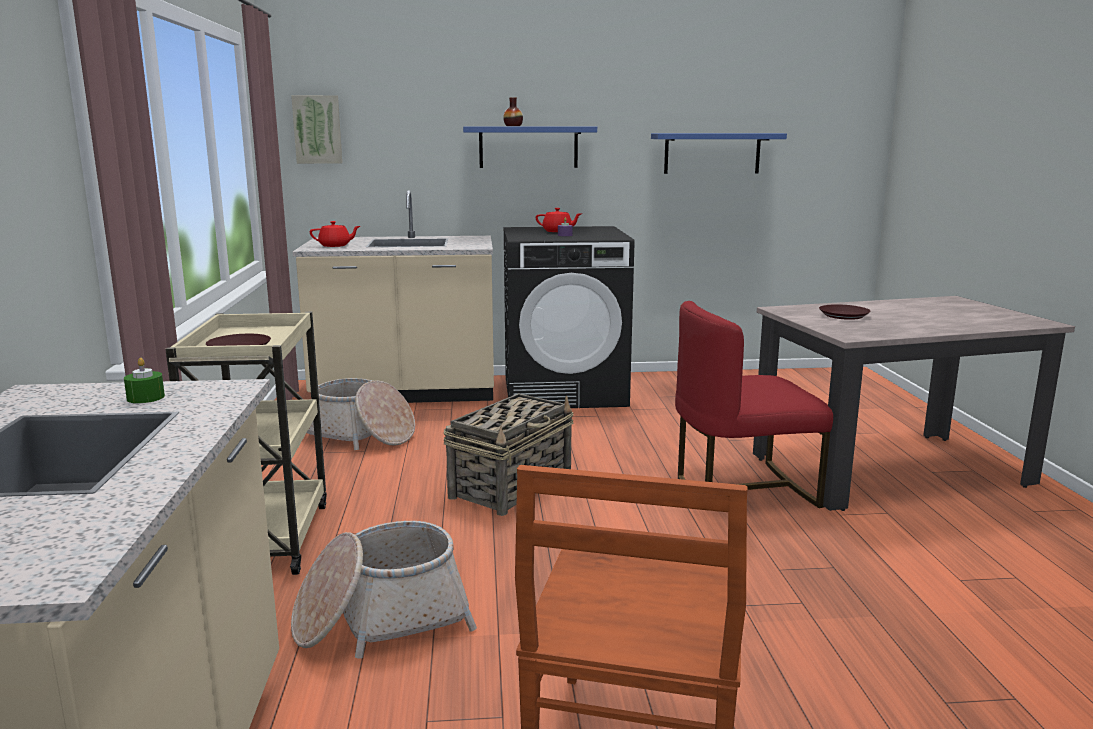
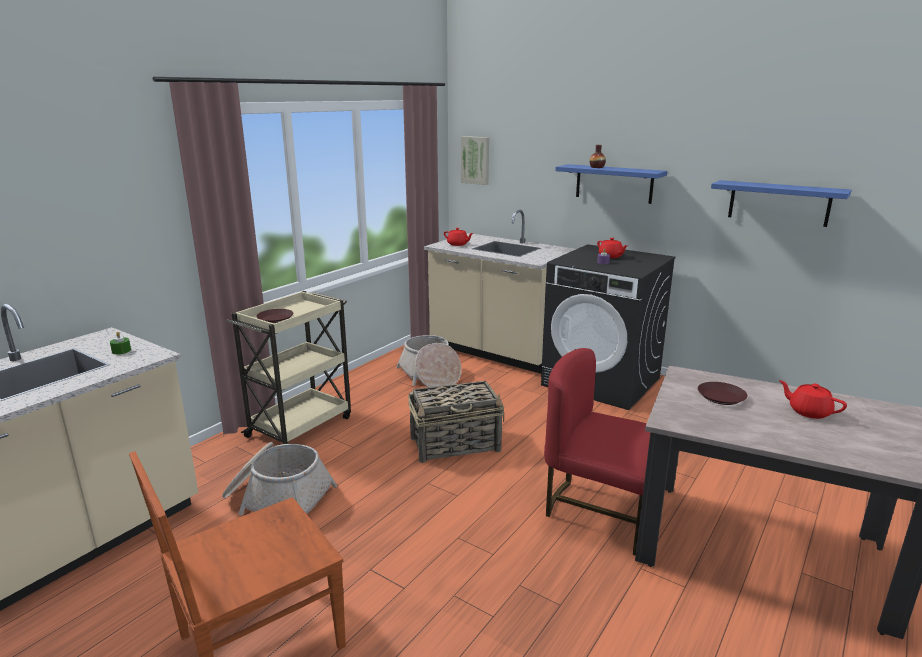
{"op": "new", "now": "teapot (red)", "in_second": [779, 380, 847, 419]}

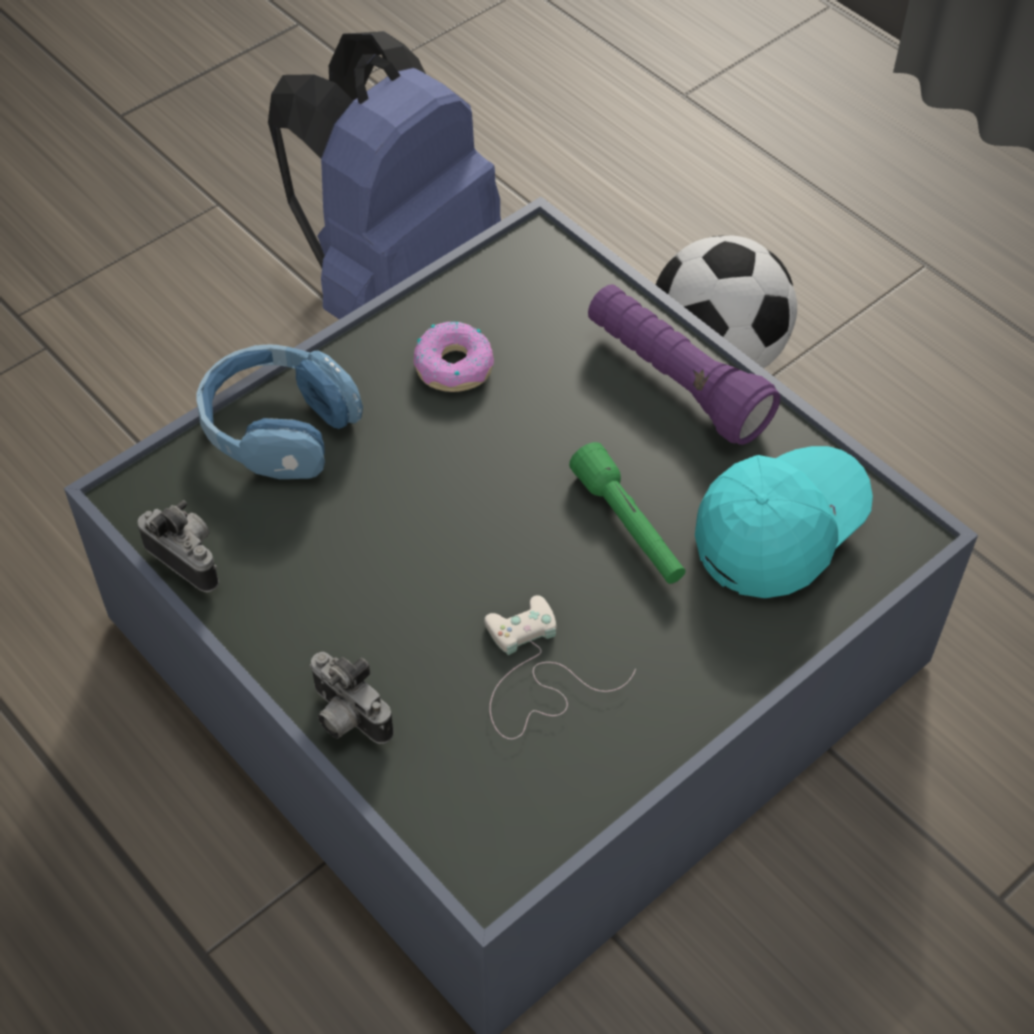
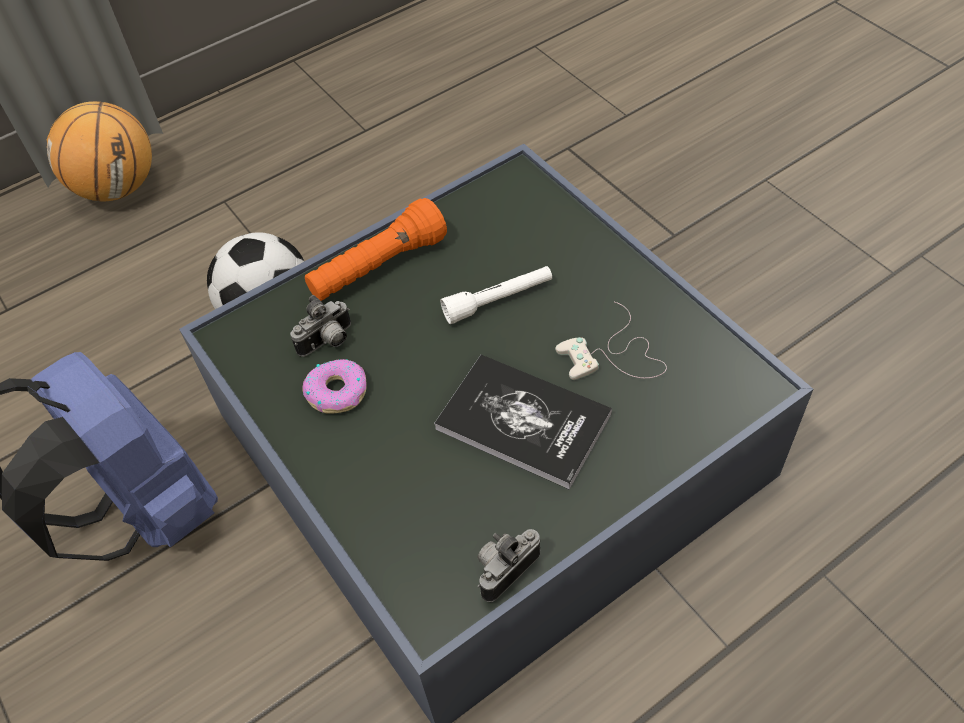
{"op": "new", "now": "basketball", "in_second": [47, 101, 152, 201]}
{"op": "shifted", "was": "photo camera", "in_first": [309, 652, 394, 744], "in_second": [290, 295, 351, 357]}
{"op": "repainted", "was": "flashlight (purple)", "now": "flashlight (orange)", "in_first": [588, 284, 780, 445], "in_second": [305, 198, 447, 301]}
{"op": "new", "now": "book", "in_second": [434, 355, 612, 489]}
{"op": "repainted", "was": "flashlight (green)", "now": "flashlight (white)", "in_first": [569, 442, 686, 584], "in_second": [440, 266, 552, 324]}
{"op": "gone", "was": "headphones (blue)", "in_first": [197, 344, 363, 479]}
{"op": "gone", "was": "cap (turquoise)", "in_first": [695, 446, 873, 598]}

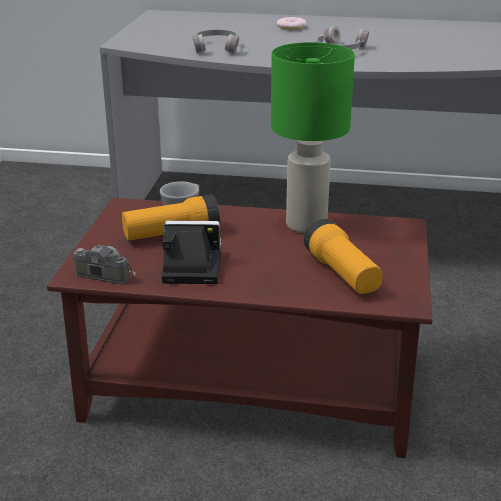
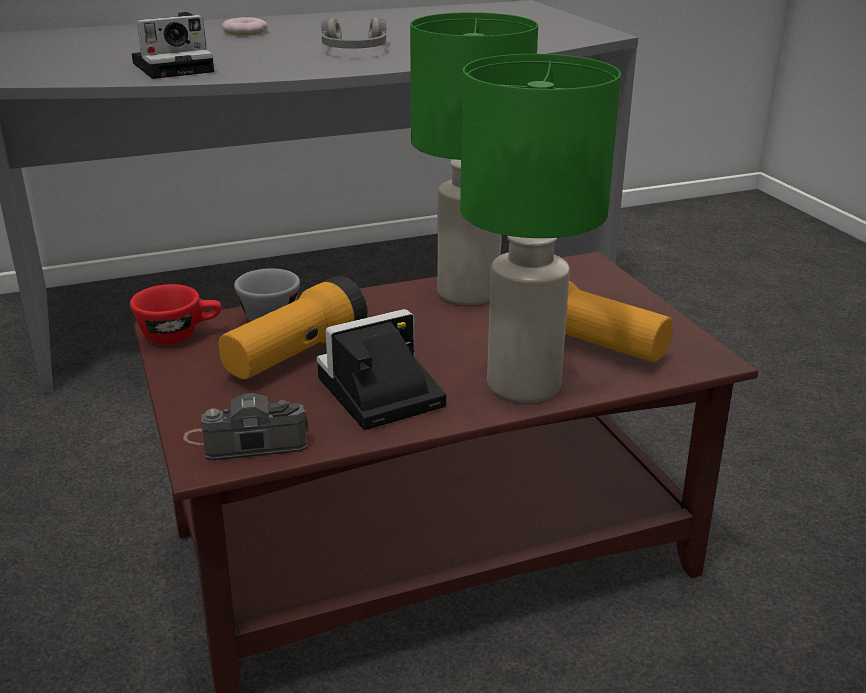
{"op": "new", "now": "cup (red)", "in_second": [130, 284, 222, 344]}
{"op": "swapped", "was": "headphones (grey)", "now": "photo camera", "in_first": [193, 30, 239, 53], "in_second": [132, 12, 214, 79]}
{"op": "new", "now": "table lamp (green)", "in_second": [460, 54, 621, 402]}

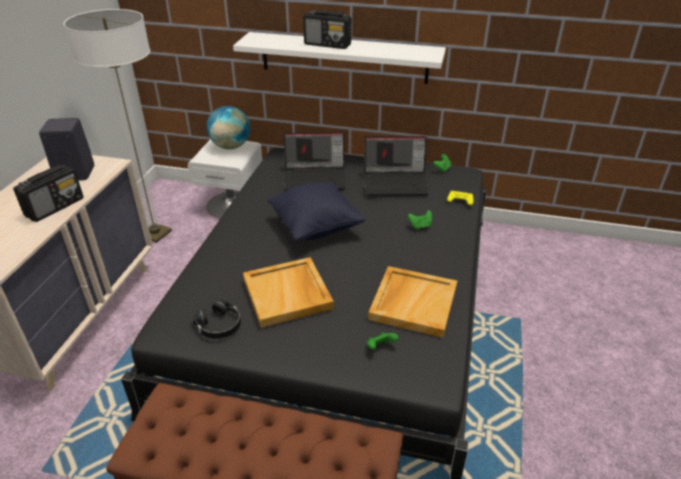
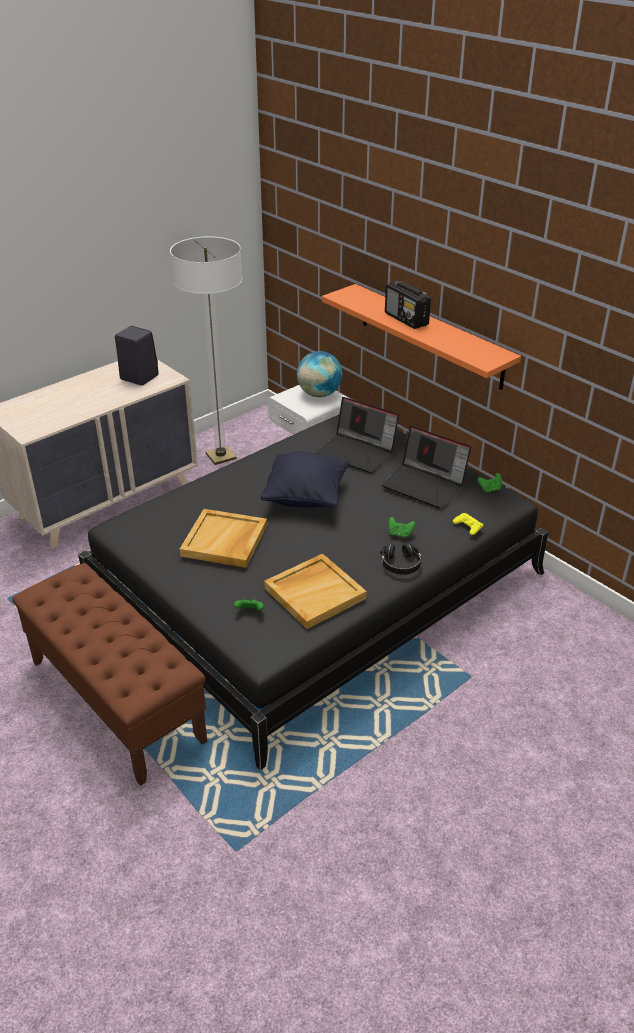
{"op": "repainted", "was": "shelf (white)", "now": "shelf (orange)", "in_first": [233, 32, 446, 84], "in_second": [322, 284, 521, 390]}
{"op": "shifted", "was": "headphones (black)", "in_first": [192, 300, 241, 339], "in_second": [381, 544, 421, 575]}
{"op": "gone", "was": "radio", "in_first": [13, 165, 83, 222]}

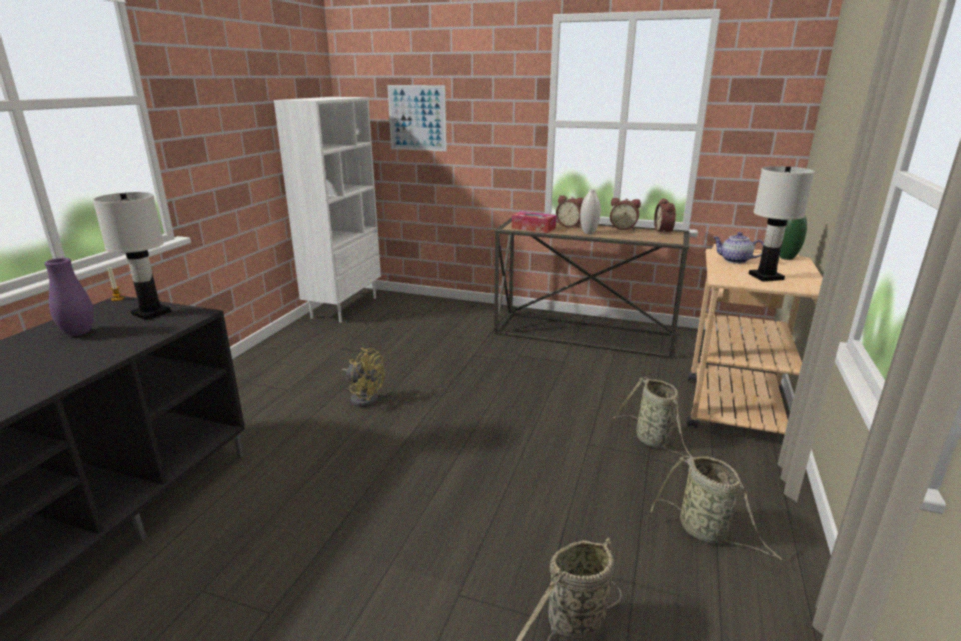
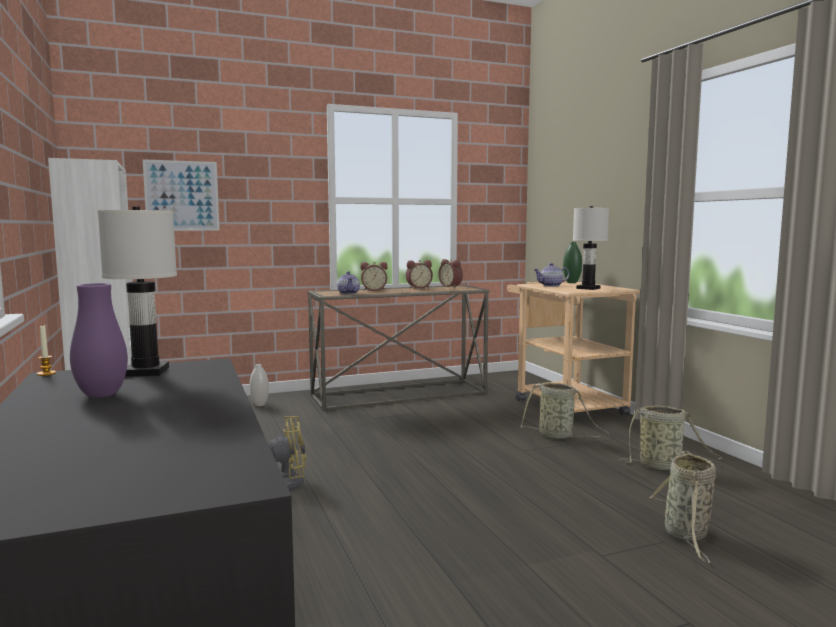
{"op": "shifted", "was": "vase (white)", "in_first": [580, 189, 601, 234], "in_second": [249, 364, 269, 406]}
{"op": "swapped", "was": "tissue box", "now": "teapot", "in_first": [512, 211, 556, 233], "in_second": [337, 271, 360, 294]}

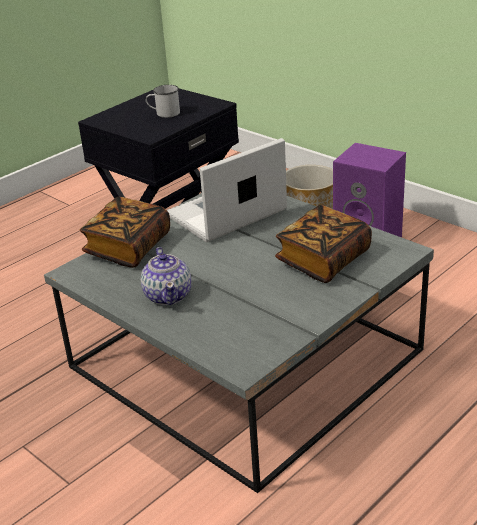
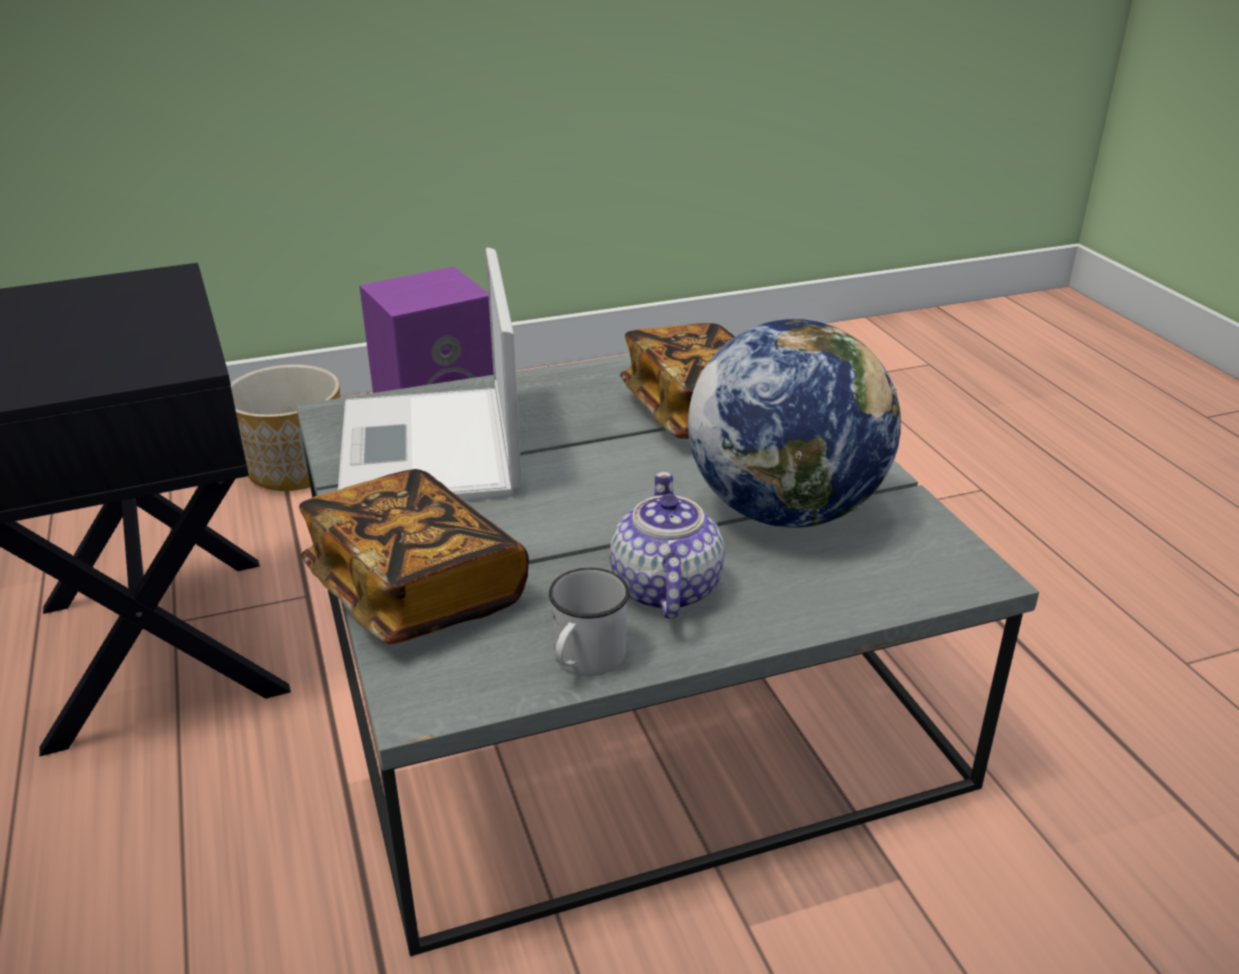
{"op": "shifted", "was": "mug (white)", "in_first": [146, 85, 180, 118], "in_second": [549, 568, 630, 676]}
{"op": "rotated", "was": "teapot", "in_first": [141, 247, 191, 305], "in_second": [610, 471, 725, 619], "clockwise": -105}
{"op": "new", "now": "globe", "in_second": [688, 319, 901, 528]}

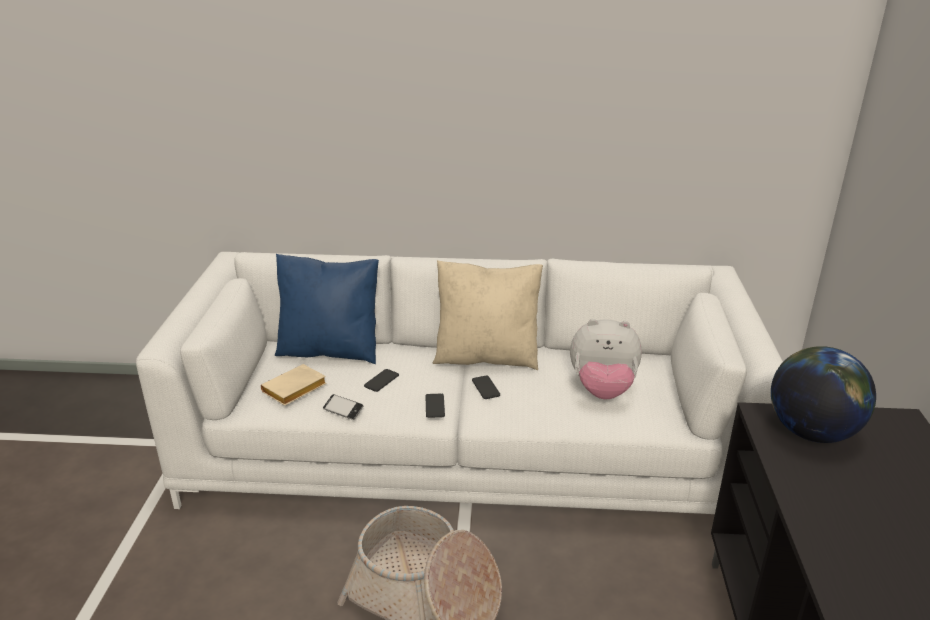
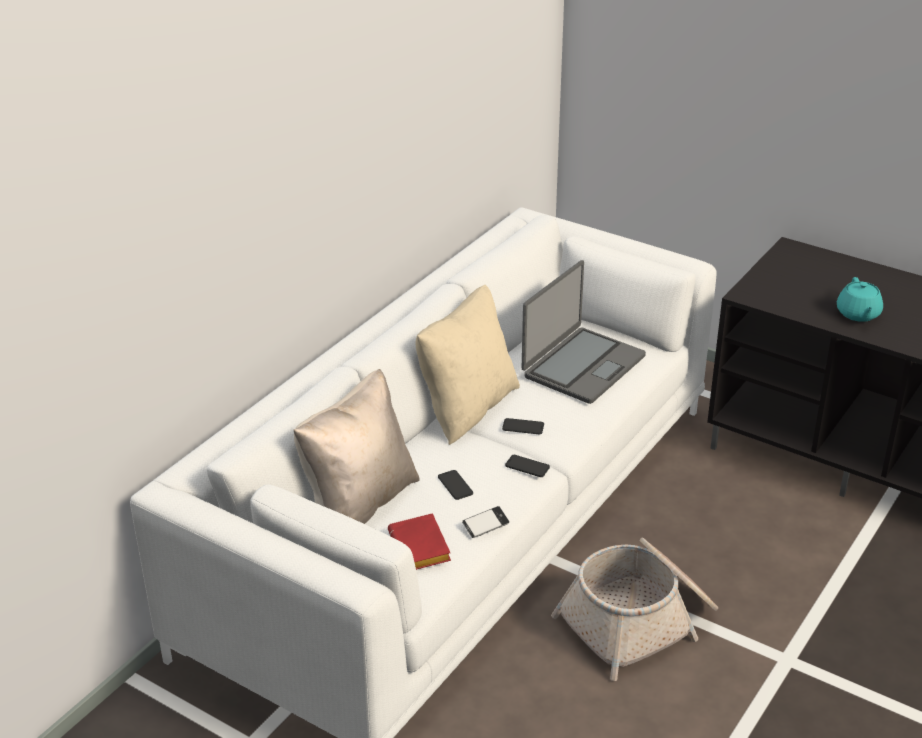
{"op": "repainted", "was": "pillow (blue)", "now": "pillow (beige)", "in_first": [275, 254, 379, 364], "in_second": [293, 369, 420, 524]}
{"op": "repainted", "was": "book (beige)", "now": "book (red)", "in_first": [261, 364, 327, 406], "in_second": [388, 513, 451, 570]}
{"op": "swapped", "was": "plush toy", "now": "laptop", "in_first": [570, 319, 642, 399], "in_second": [522, 260, 646, 404]}
{"op": "new", "now": "teapot (turquoise)", "in_second": [837, 277, 883, 322]}
{"op": "gone", "was": "globe", "in_first": [771, 346, 876, 443]}

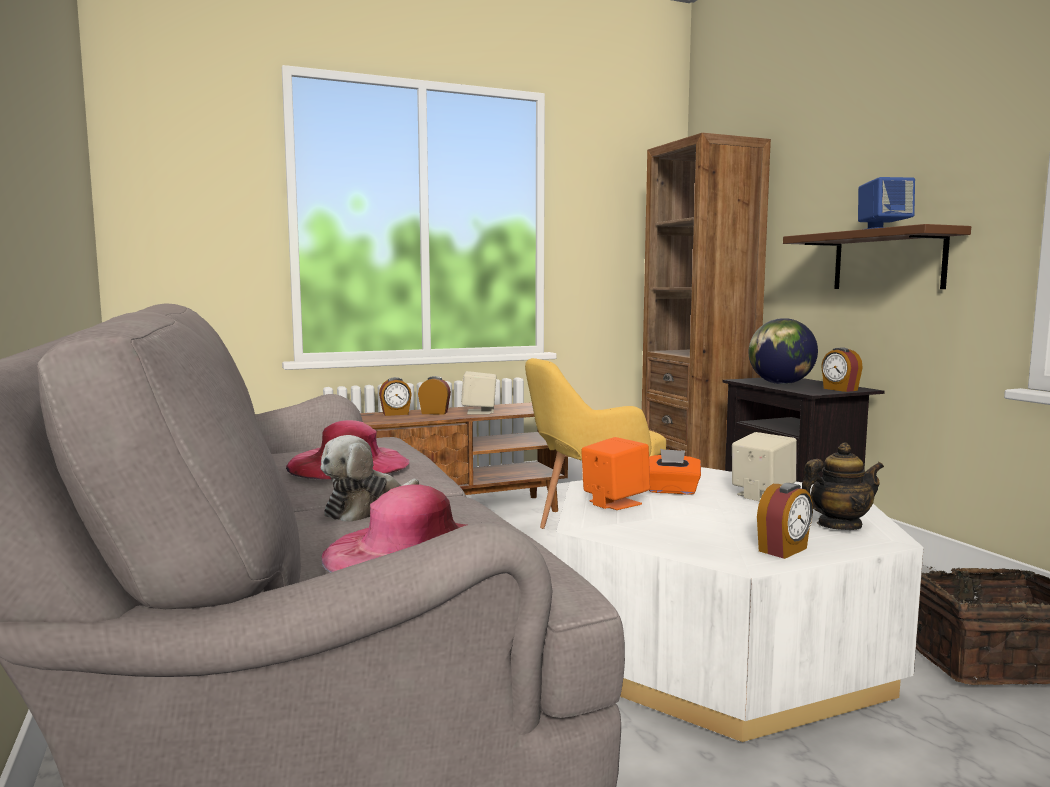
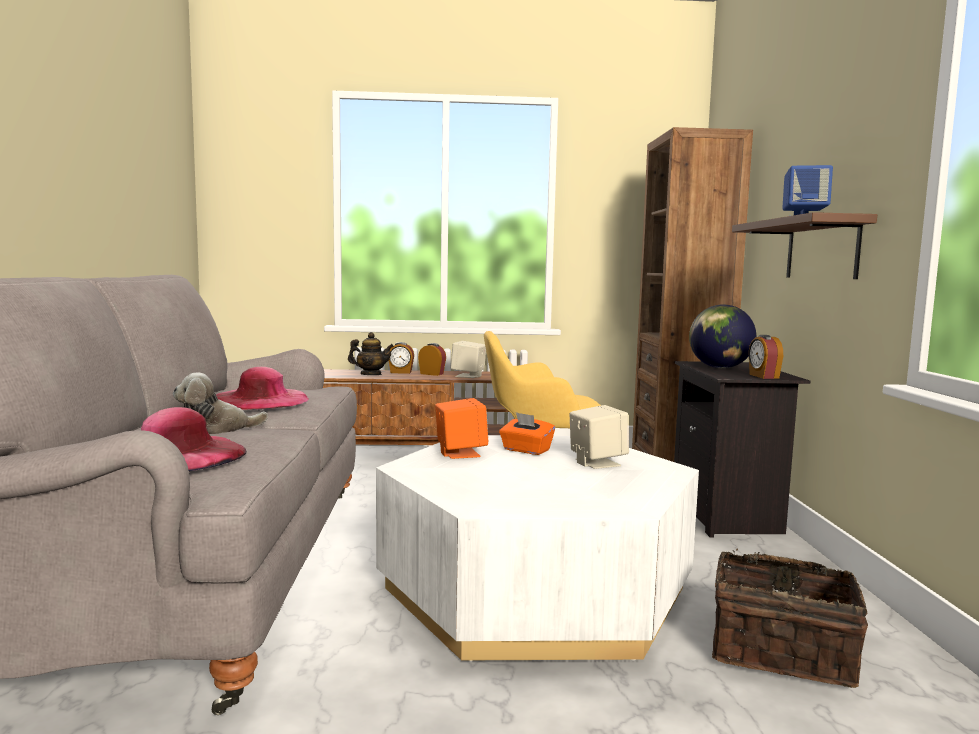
{"op": "shifted", "was": "teapot", "in_first": [802, 443, 884, 530], "in_second": [348, 332, 394, 375]}
{"op": "gone", "was": "alarm clock", "in_first": [757, 483, 813, 559]}

